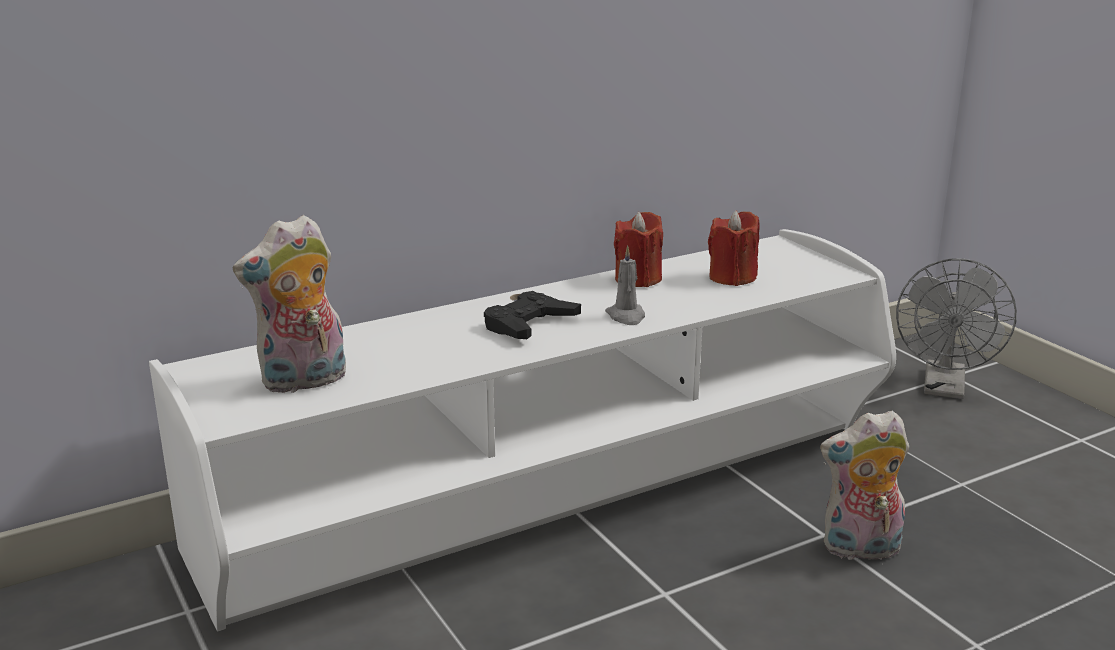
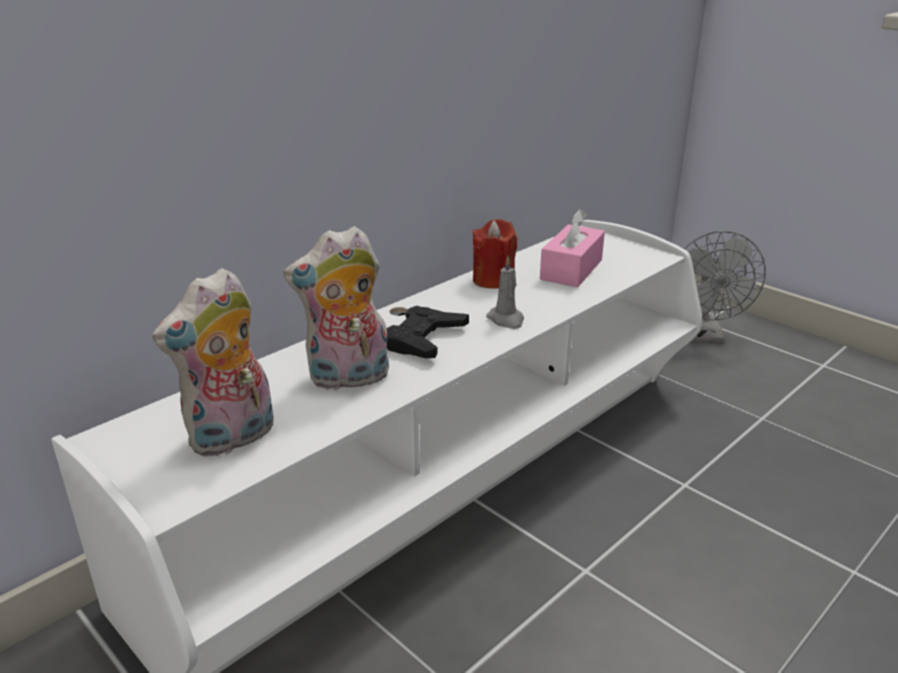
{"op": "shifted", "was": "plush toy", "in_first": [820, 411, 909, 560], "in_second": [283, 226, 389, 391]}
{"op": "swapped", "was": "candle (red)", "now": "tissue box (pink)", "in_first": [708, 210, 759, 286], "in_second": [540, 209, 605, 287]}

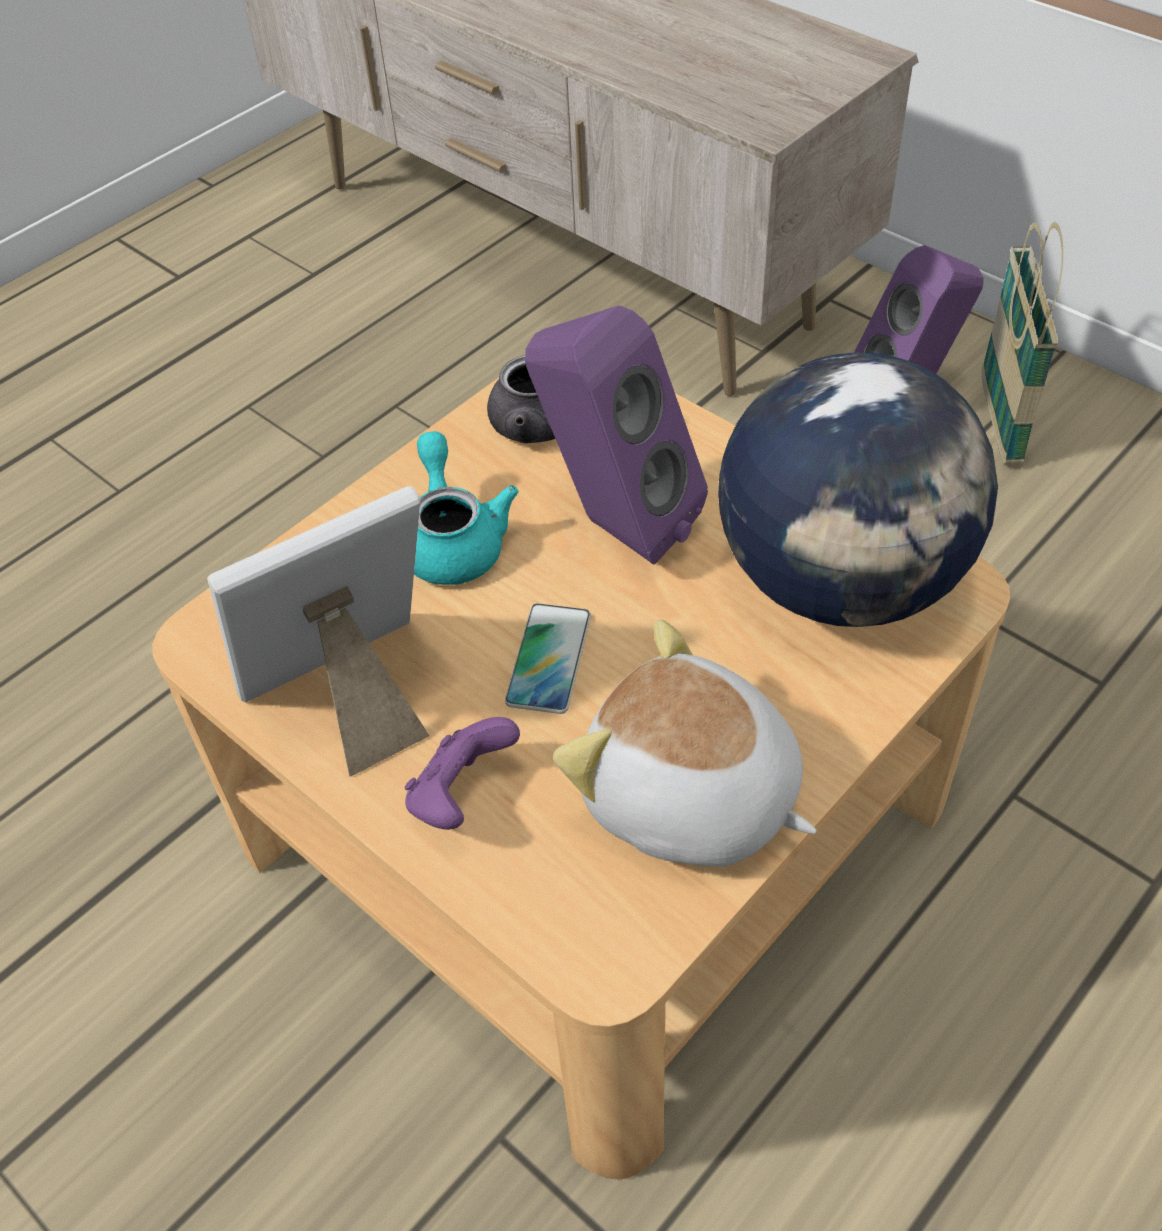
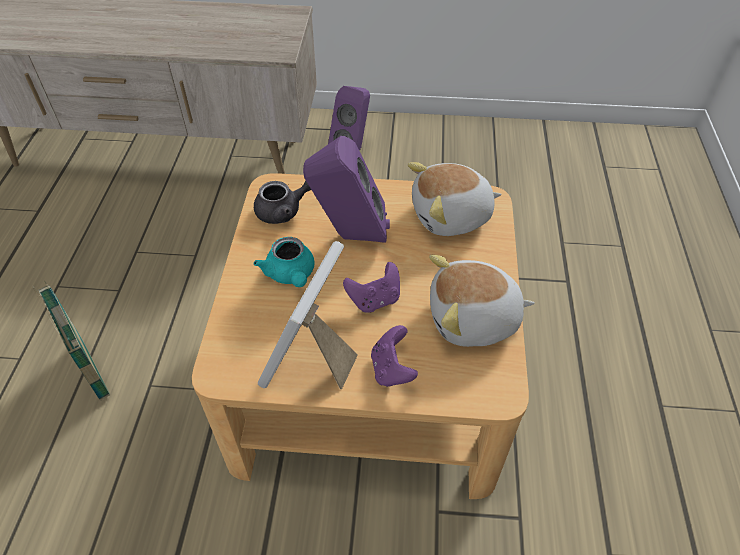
{"op": "shifted", "was": "basket", "in_first": [982, 222, 1063, 464], "in_second": [32, 280, 110, 401]}
{"op": "rotated", "was": "teapot (turquoise)", "in_first": [414, 431, 519, 585], "in_second": [254, 237, 314, 287], "clockwise": -150}
{"op": "swapped", "was": "phone", "now": "game controller (purple)", "in_first": [505, 603, 591, 714], "in_second": [343, 262, 400, 313]}
{"op": "swapped", "was": "globe", "now": "plush toy", "in_first": [718, 352, 998, 627], "in_second": [408, 162, 502, 236]}

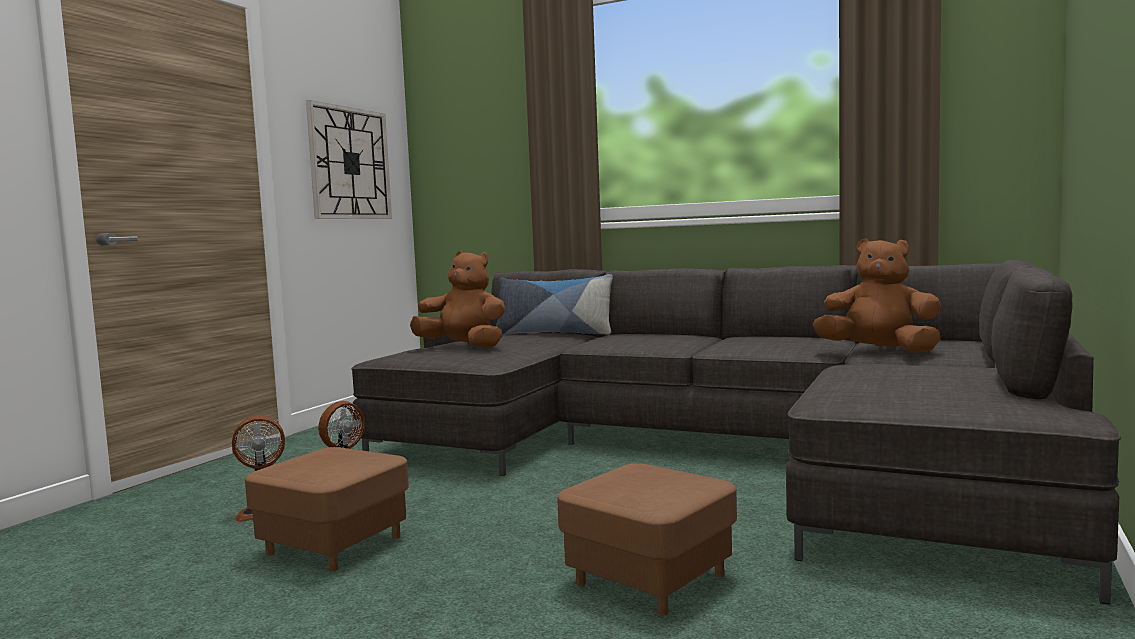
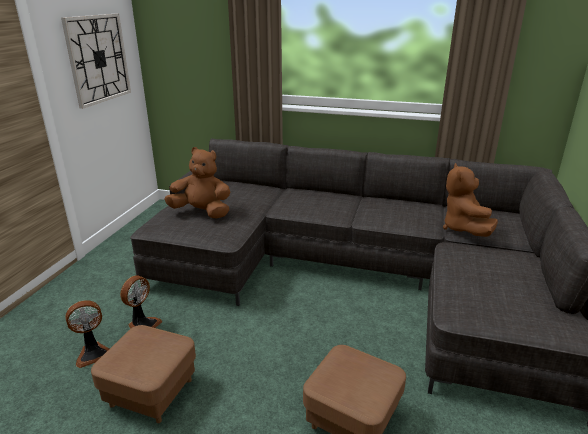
{"op": "rotated", "was": "plush toy (brown)", "in_first": [812, 239, 941, 353], "in_second": [443, 163, 498, 237], "clockwise": -105}
{"op": "gone", "was": "pillow", "in_first": [496, 274, 613, 335]}

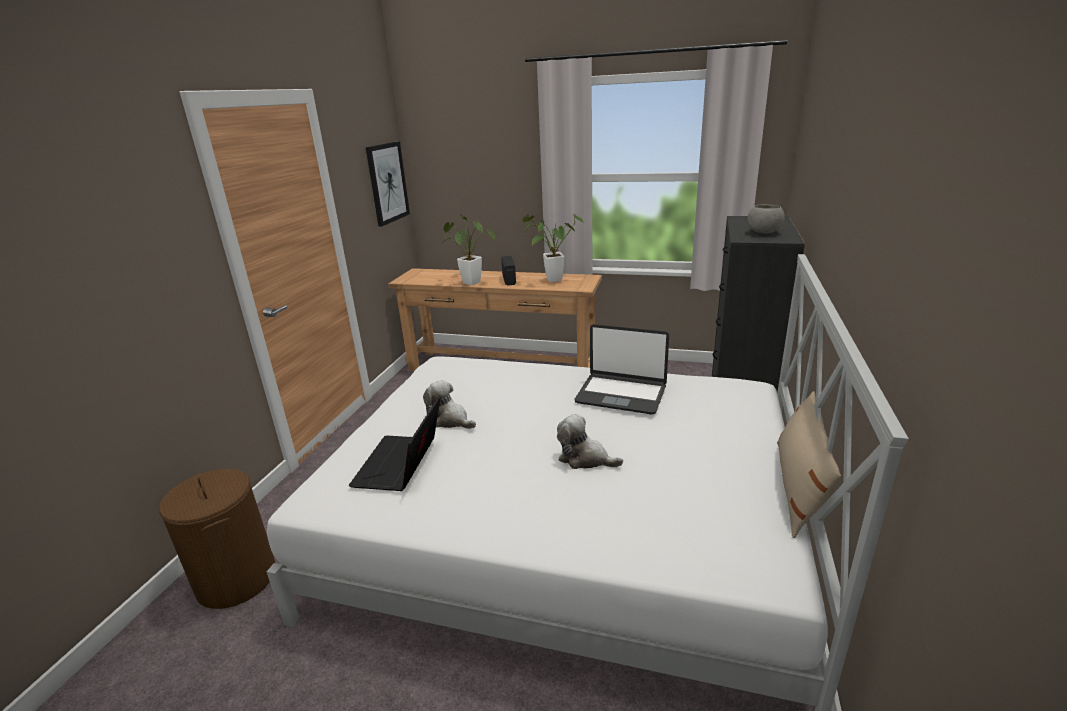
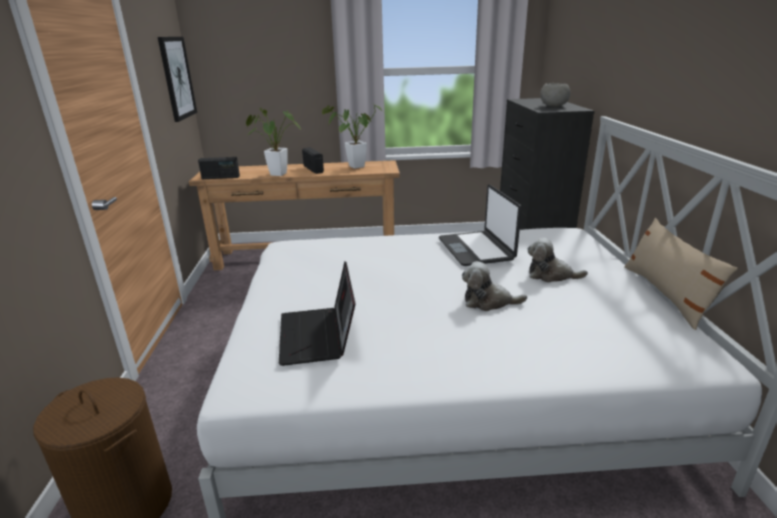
{"op": "new", "now": "radio", "in_second": [198, 157, 240, 179]}
{"op": "rotated", "was": "laptop", "in_first": [575, 324, 669, 414], "in_second": [439, 184, 522, 266], "clockwise": 75}
{"op": "shifted", "was": "plush toy", "in_first": [423, 380, 476, 429], "in_second": [528, 238, 588, 283]}

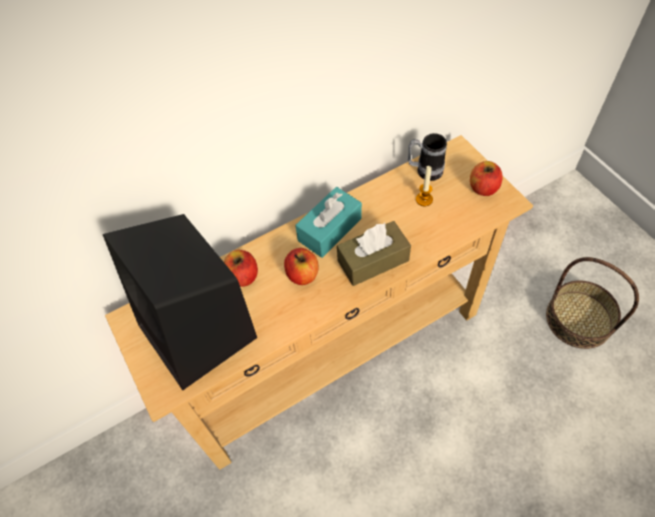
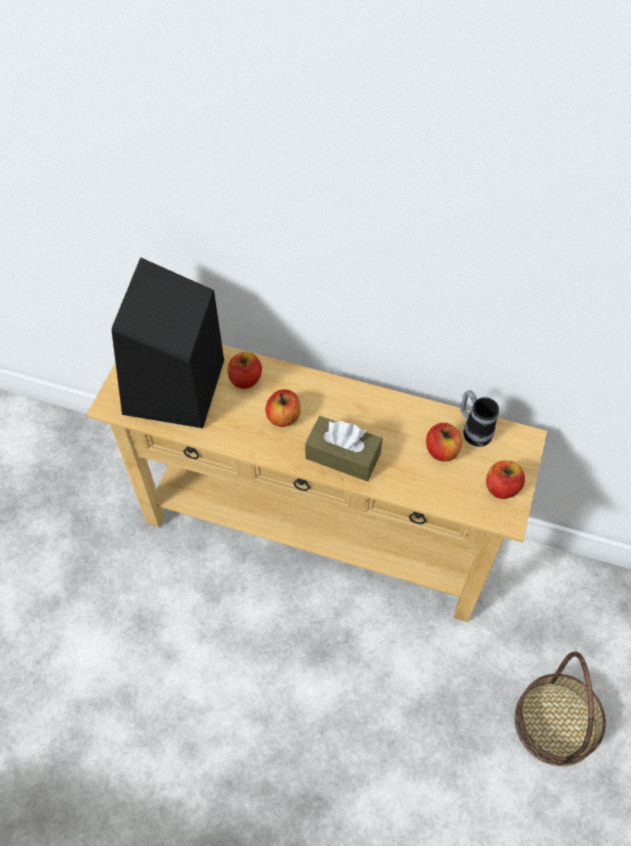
{"op": "swapped", "was": "candle", "now": "apple", "in_first": [416, 166, 433, 206], "in_second": [426, 423, 462, 462]}
{"op": "gone", "was": "tissue box (turquoise)", "in_first": [295, 187, 362, 258]}

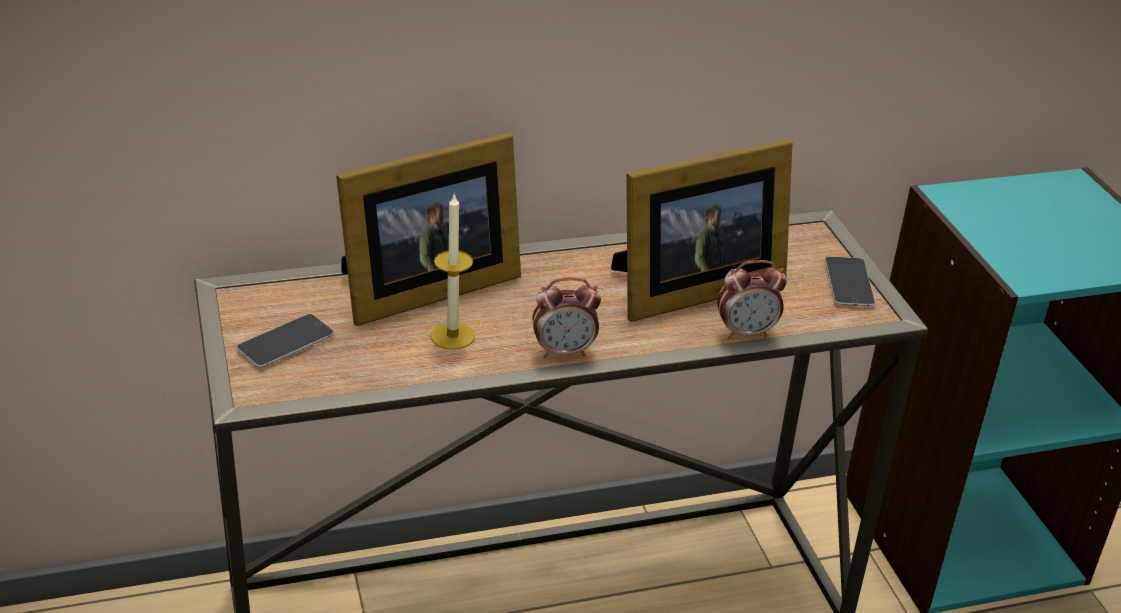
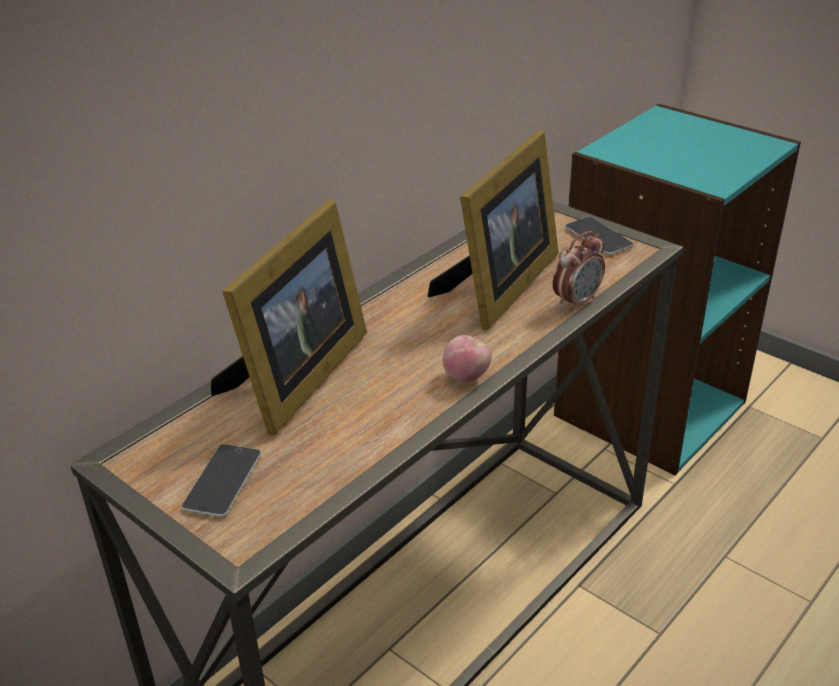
{"op": "swapped", "was": "alarm clock", "now": "apple", "in_first": [533, 277, 601, 358], "in_second": [443, 335, 492, 383]}
{"op": "gone", "was": "candle", "in_first": [430, 193, 475, 350]}

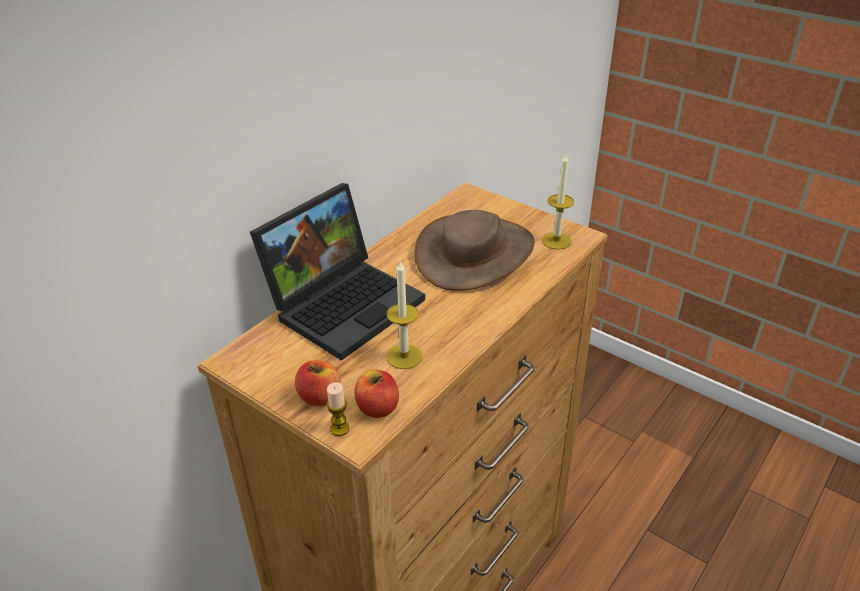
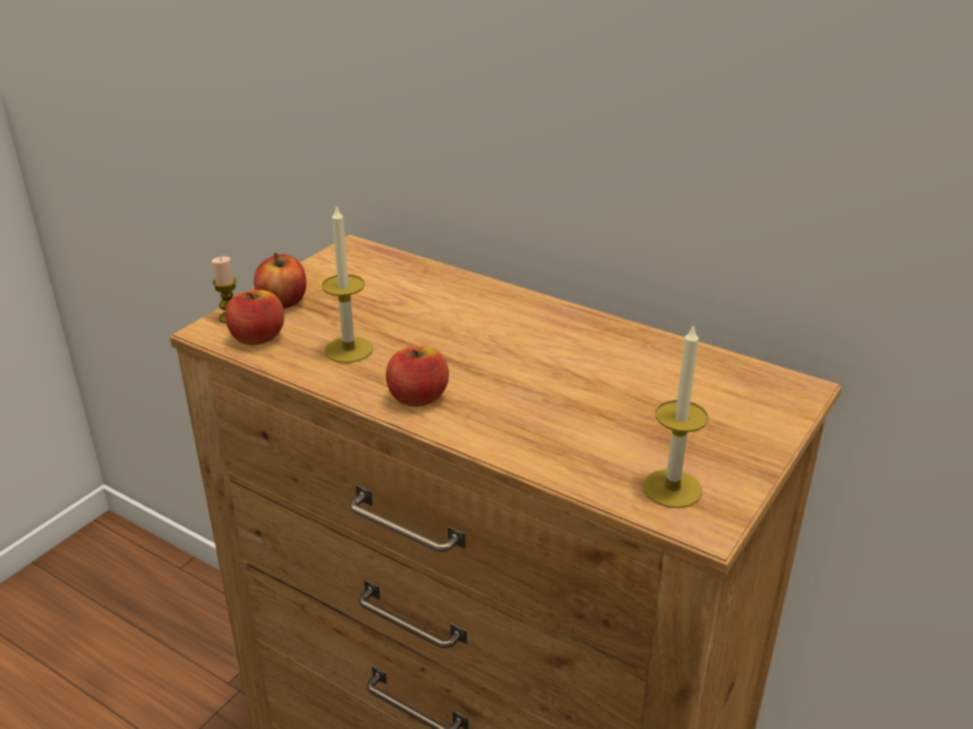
{"op": "new", "now": "apple", "in_second": [386, 346, 449, 407]}
{"op": "gone", "was": "laptop", "in_first": [250, 183, 425, 361]}
{"op": "gone", "was": "hat (brown)", "in_first": [414, 210, 534, 290]}

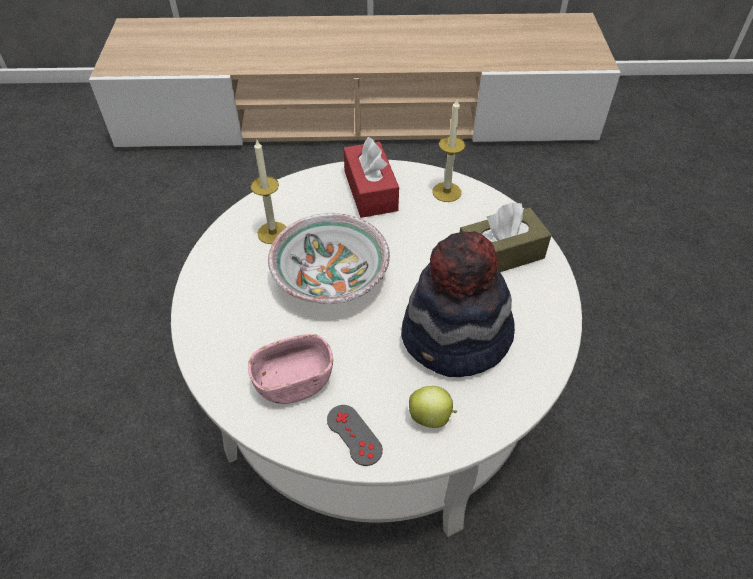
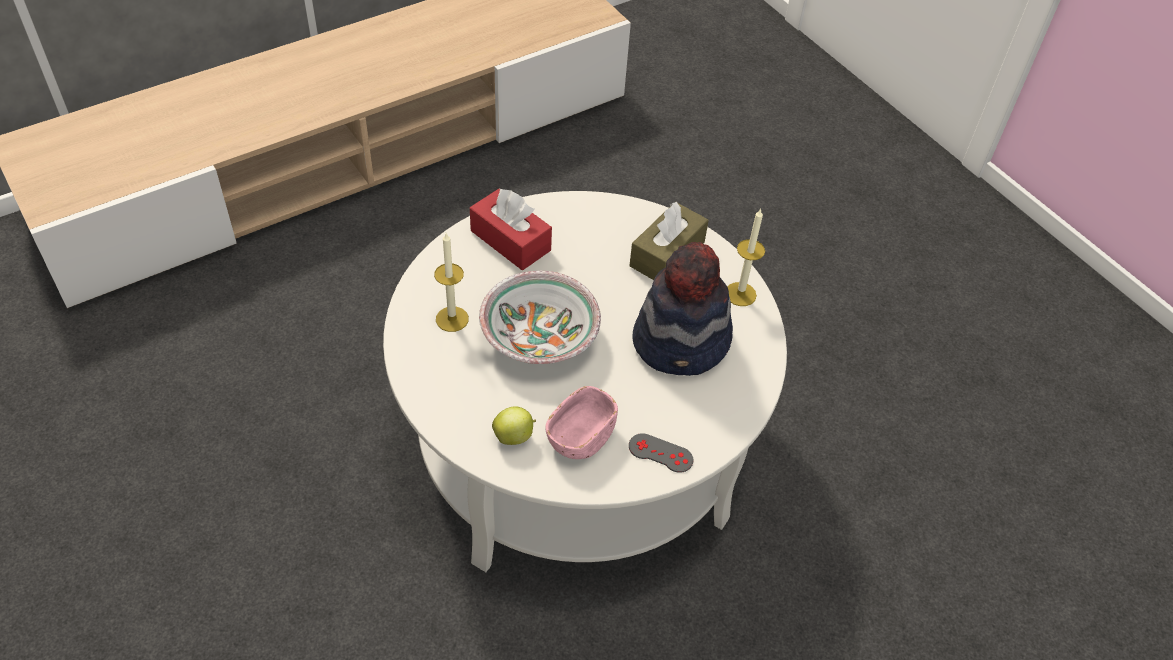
{"op": "shifted", "was": "apple", "in_first": [409, 386, 457, 428], "in_second": [492, 406, 536, 445]}
{"op": "shifted", "was": "candle", "in_first": [432, 99, 465, 202], "in_second": [728, 209, 765, 306]}

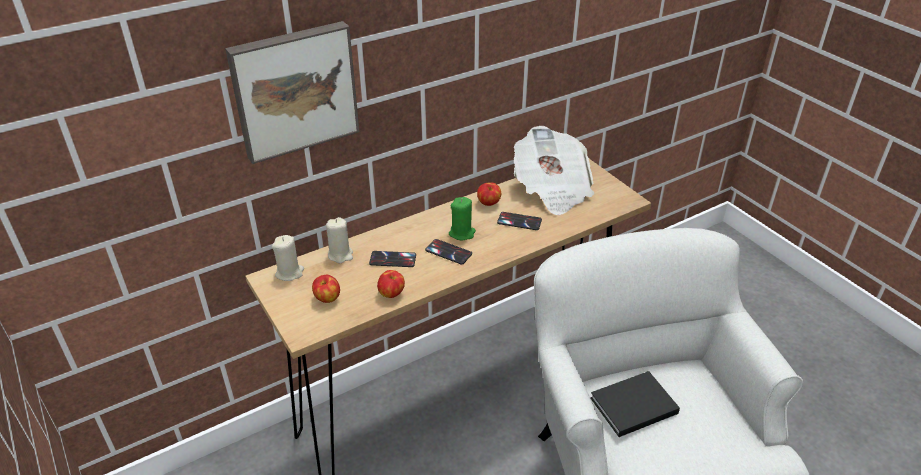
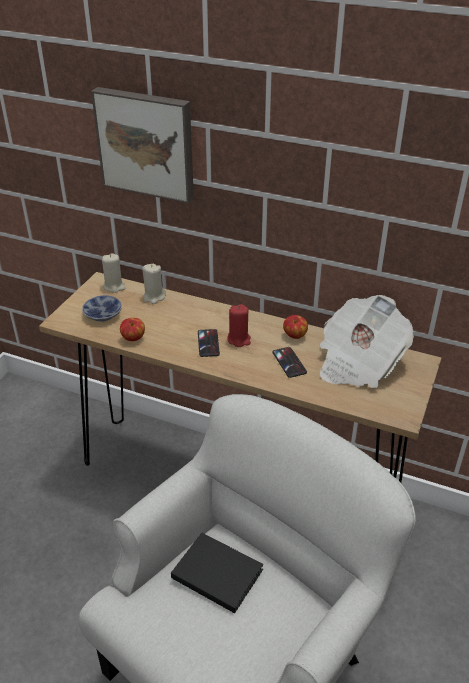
{"op": "swapped", "was": "apple", "now": "bowl", "in_first": [312, 274, 340, 303], "in_second": [82, 295, 122, 322]}
{"op": "repainted", "was": "candle (green)", "now": "candle (red)", "in_first": [449, 197, 476, 240], "in_second": [228, 304, 251, 347]}
{"op": "gone", "was": "phone", "in_first": [369, 251, 416, 267]}

